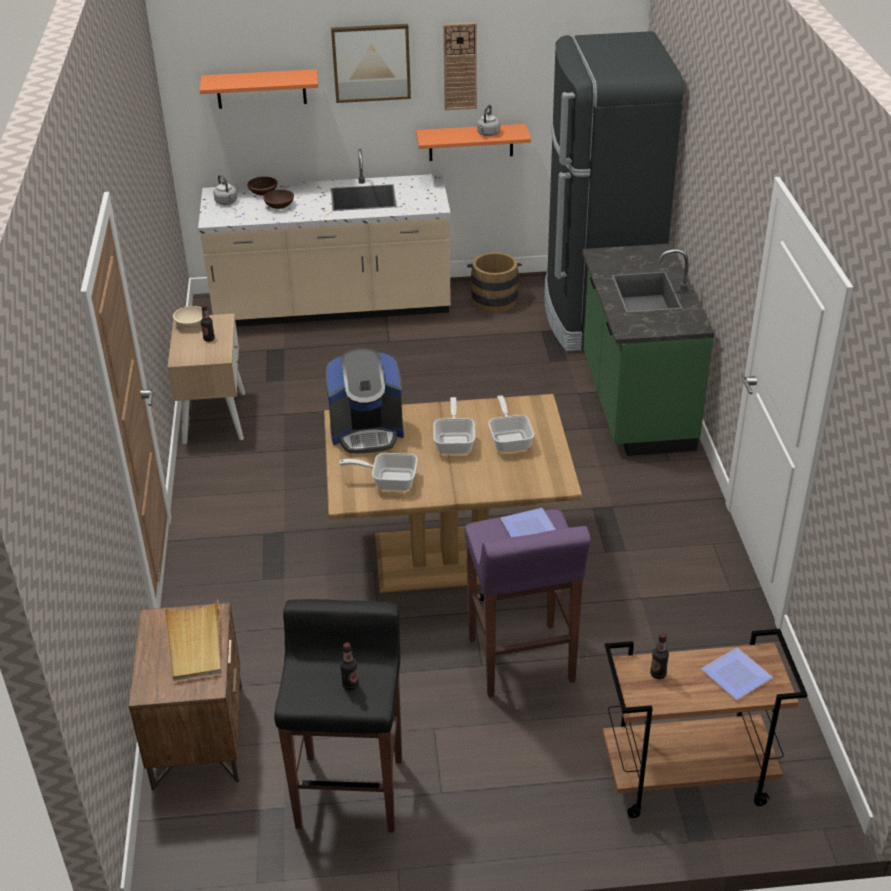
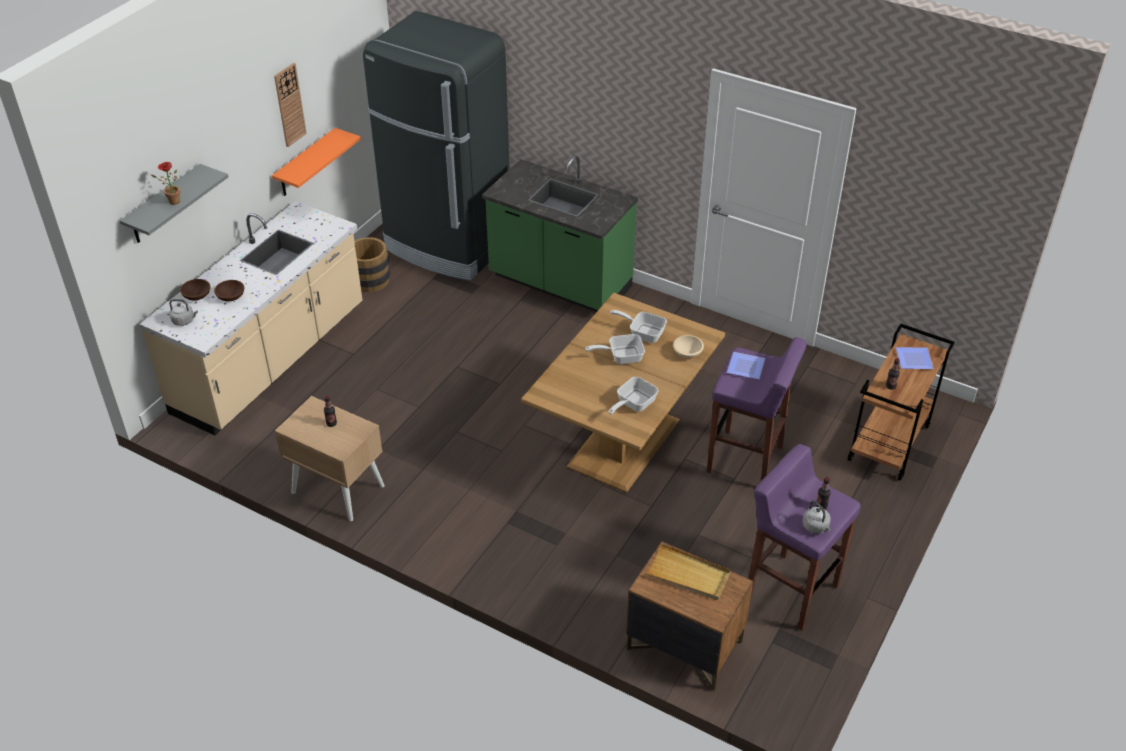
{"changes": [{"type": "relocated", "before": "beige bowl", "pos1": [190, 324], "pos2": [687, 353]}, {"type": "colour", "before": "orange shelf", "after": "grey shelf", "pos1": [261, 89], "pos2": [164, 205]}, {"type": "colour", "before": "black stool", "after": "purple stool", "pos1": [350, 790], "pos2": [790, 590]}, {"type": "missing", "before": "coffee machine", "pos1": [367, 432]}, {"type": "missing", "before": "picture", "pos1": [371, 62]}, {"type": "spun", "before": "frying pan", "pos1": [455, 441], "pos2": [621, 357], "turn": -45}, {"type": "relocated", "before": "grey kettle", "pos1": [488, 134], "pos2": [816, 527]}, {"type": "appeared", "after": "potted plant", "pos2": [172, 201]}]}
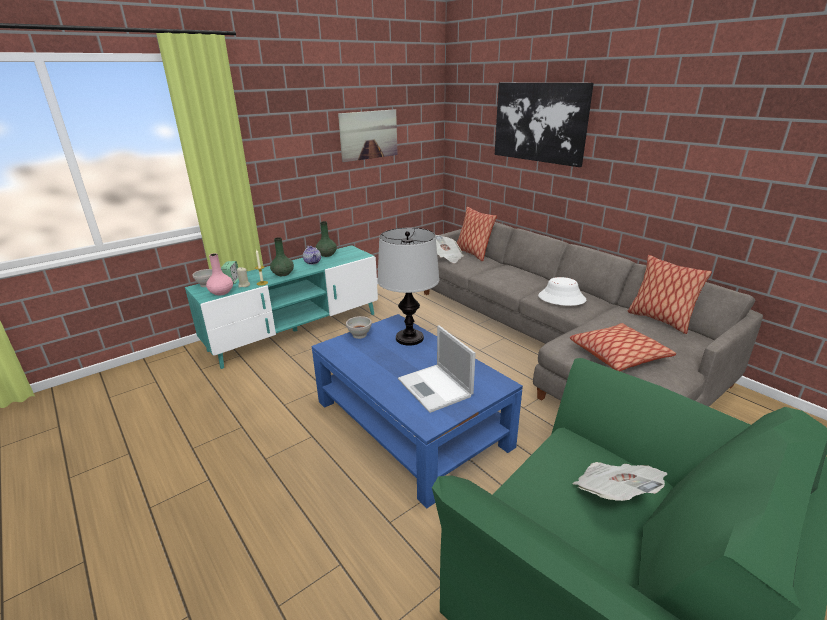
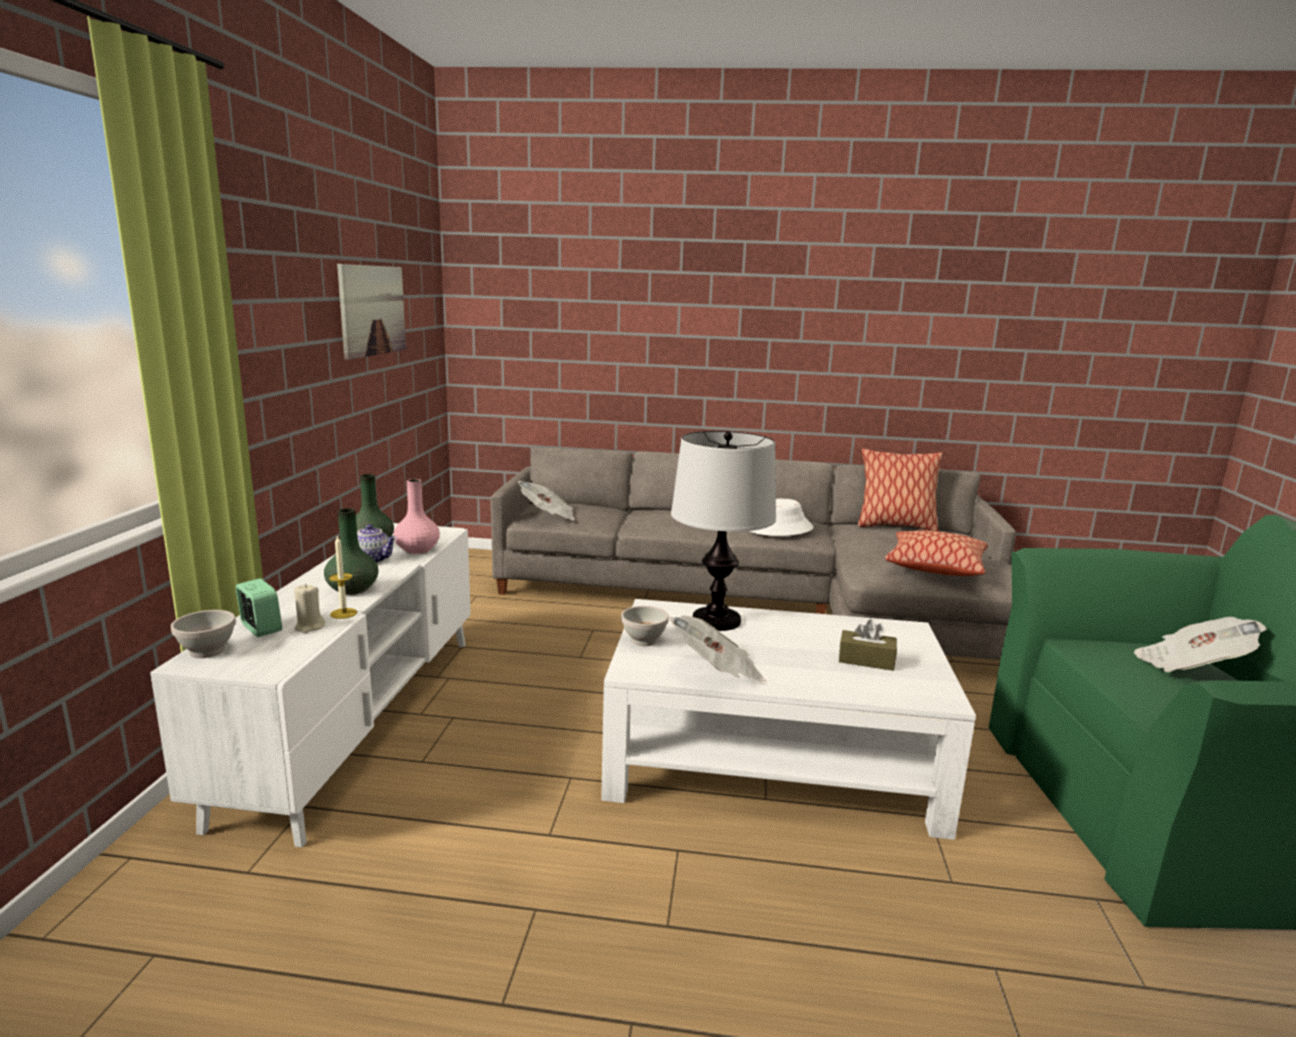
{"changes": [{"type": "colour", "before": "turquoise tv stand", "after": "white tv stand", "pos1": [296, 331], "pos2": [358, 719]}, {"type": "relocated", "before": "pink vase", "pos1": [221, 292], "pos2": [417, 549]}, {"type": "colour", "before": "blue coffee table", "after": "white coffee table", "pos1": [411, 423], "pos2": [772, 759]}, {"type": "exchanged", "before": "laptop", "after": "brown tissue box", "pos1": [435, 388], "pos2": [866, 660]}, {"type": "missing", "before": "pillow", "pos1": [473, 254]}, {"type": "missing", "before": "picture", "pos1": [539, 122]}, {"type": "appeared", "after": "newspaper", "pos2": [717, 672]}]}
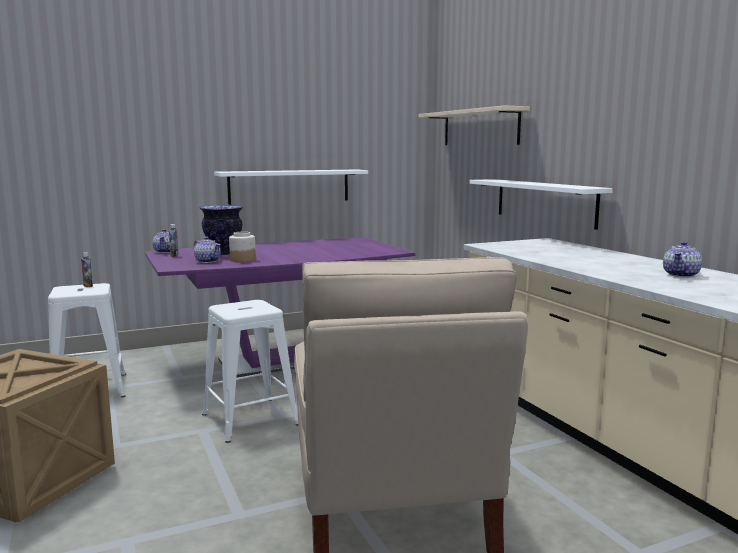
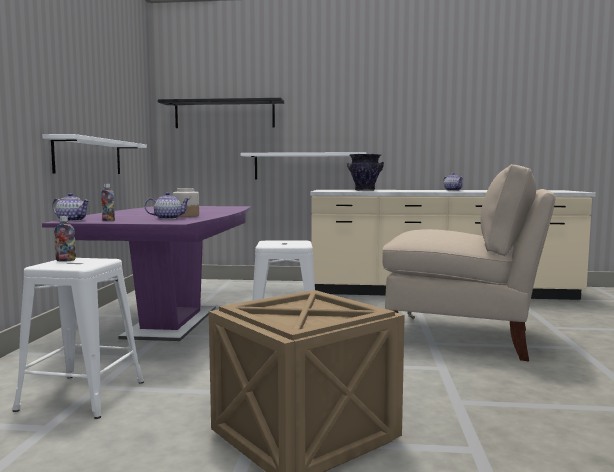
{"changes": [{"type": "relocated", "before": "vase", "pos1": [224, 254], "pos2": [365, 190]}, {"type": "colour", "before": "beige shelf", "after": "black shelf", "pos1": [480, 127], "pos2": [224, 114]}]}
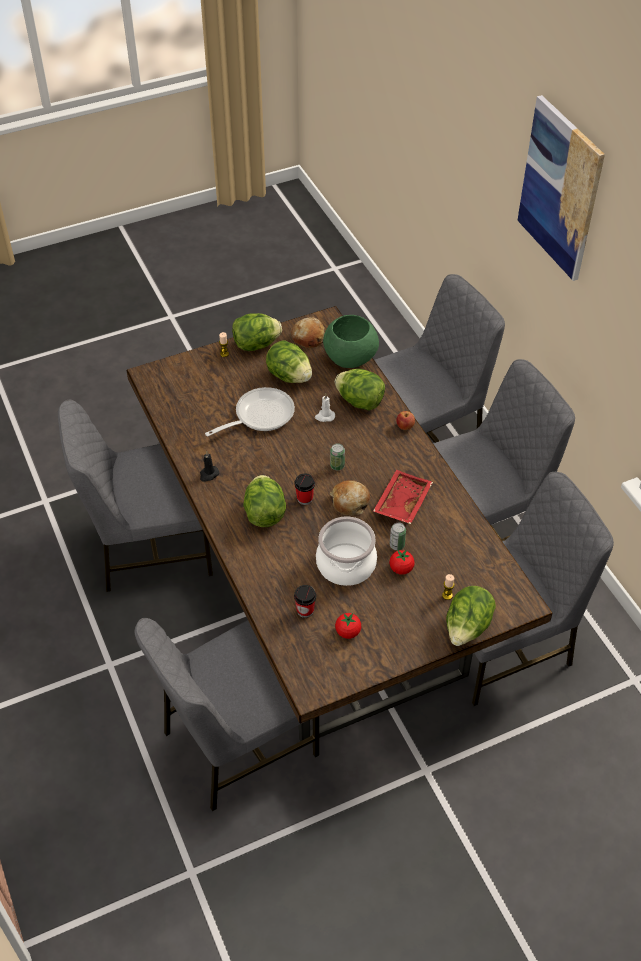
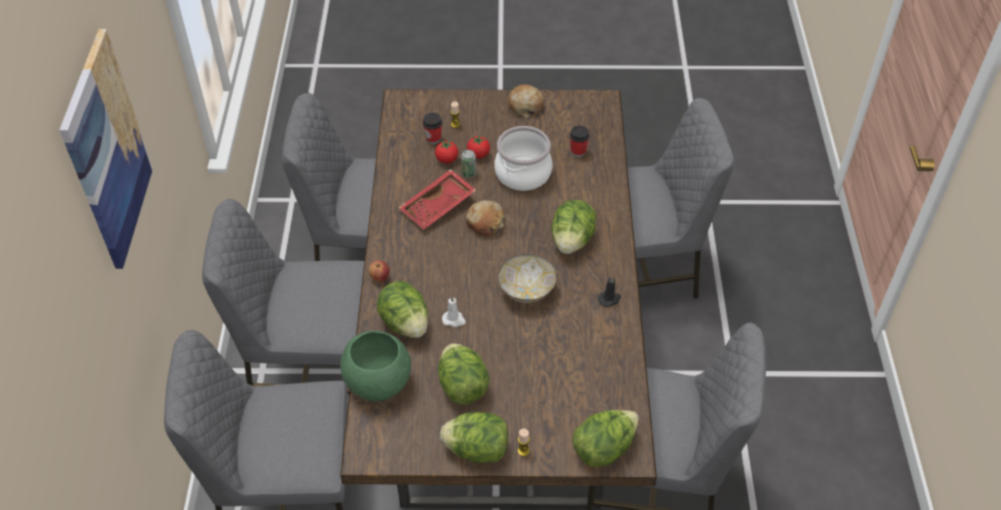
{"changes": [{"type": "missing", "before": "frying pan", "pos1": [259, 415]}, {"type": "relocated", "before": "bread", "pos1": [309, 337], "pos2": [525, 105]}, {"type": "relocated", "before": "cup", "pos1": [305, 498], "pos2": [433, 139]}, {"type": "missing", "before": "can", "pos1": [337, 466]}, {"type": "relocated", "before": "tomato", "pos1": [348, 632], "pos2": [446, 159]}, {"type": "relocated", "before": "lettuce", "pos1": [467, 628], "pos2": [604, 448]}, {"type": "appeared", "after": "bowl", "pos2": [526, 291]}]}
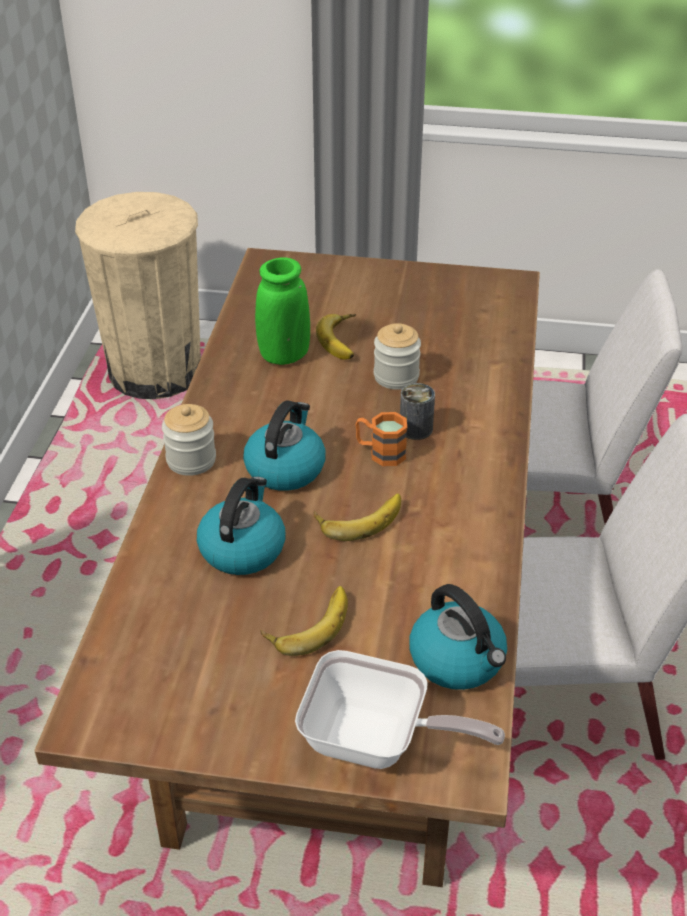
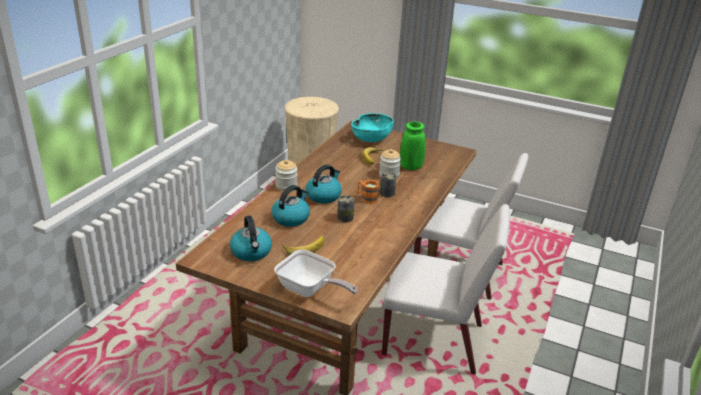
{"changes": [{"type": "relocated", "before": "green vase", "pos1": [284, 356], "pos2": [411, 167]}, {"type": "exchanged", "before": "banana", "after": "can", "pos1": [359, 517], "pos2": [345, 217]}, {"type": "relocated", "before": "kettle", "pos1": [458, 660], "pos2": [251, 252]}, {"type": "appeared", "after": "turquoise bowl", "pos2": [372, 139]}]}
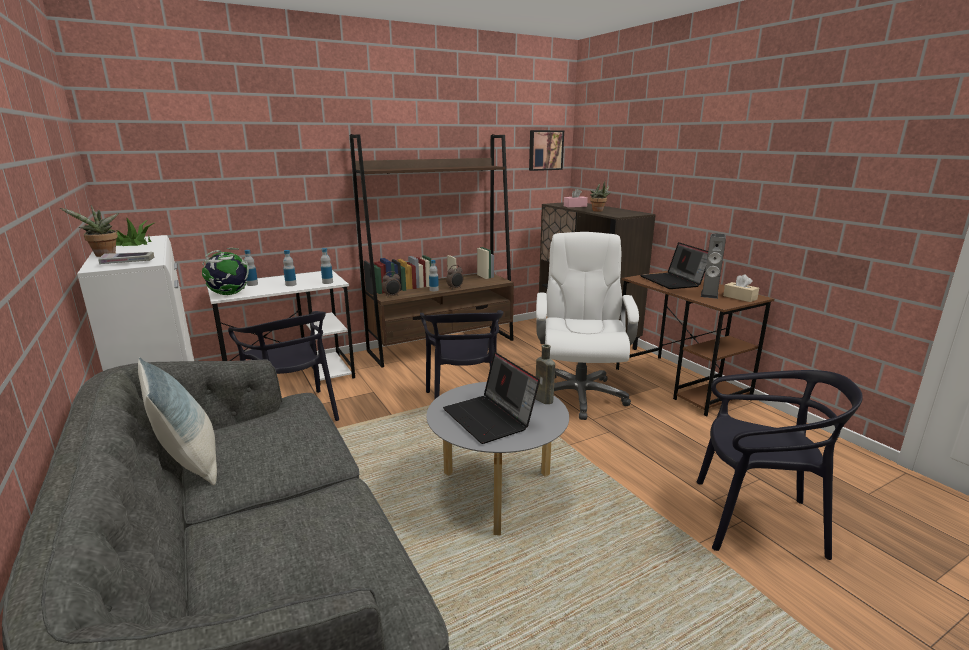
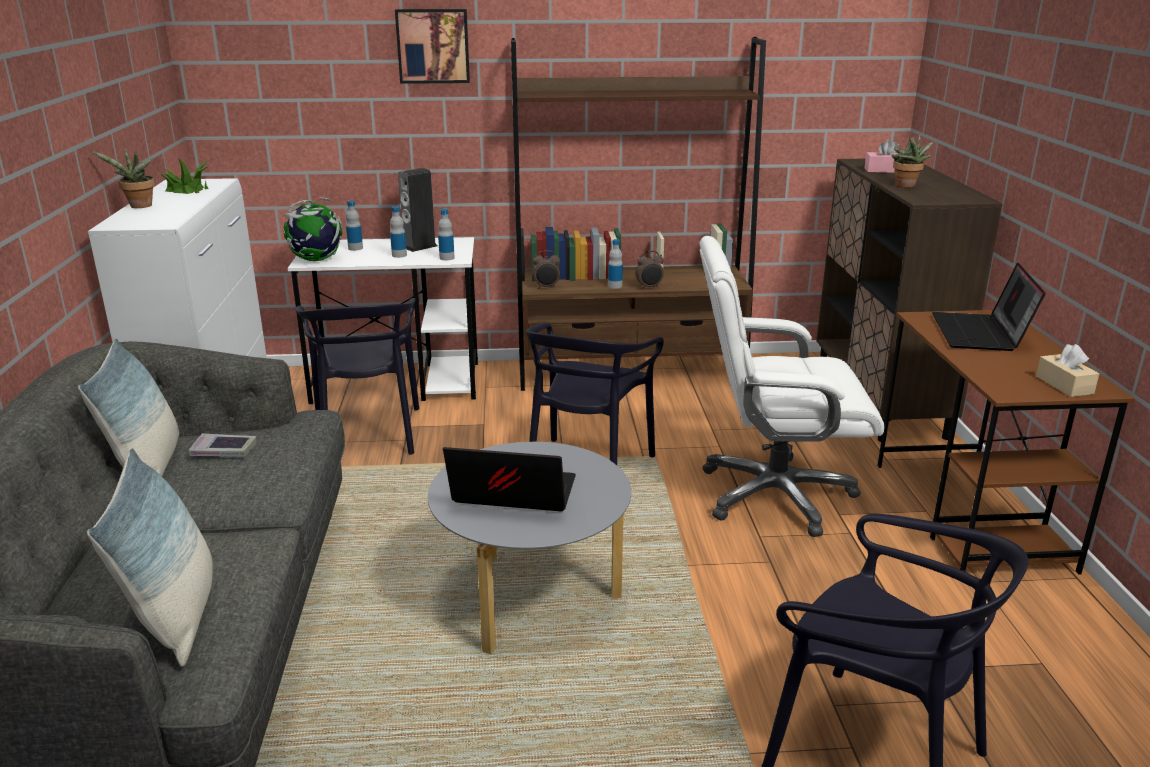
{"changes": [{"type": "relocated", "before": "book", "pos1": [128, 262], "pos2": [223, 451]}, {"type": "spun", "before": "laptop", "pos1": [490, 418], "pos2": [511, 496], "turn": 105}, {"type": "relocated", "before": "picture", "pos1": [545, 150], "pos2": [433, 46]}, {"type": "missing", "before": "brown bottle", "pos1": [545, 400]}, {"type": "spun", "before": "white office chair", "pos1": [579, 395], "pos2": [773, 495], "turn": -120}, {"type": "relocated", "before": "speaker", "pos1": [709, 294], "pos2": [419, 246]}, {"type": "appeared", "after": "pillow", "pos2": [176, 615]}]}
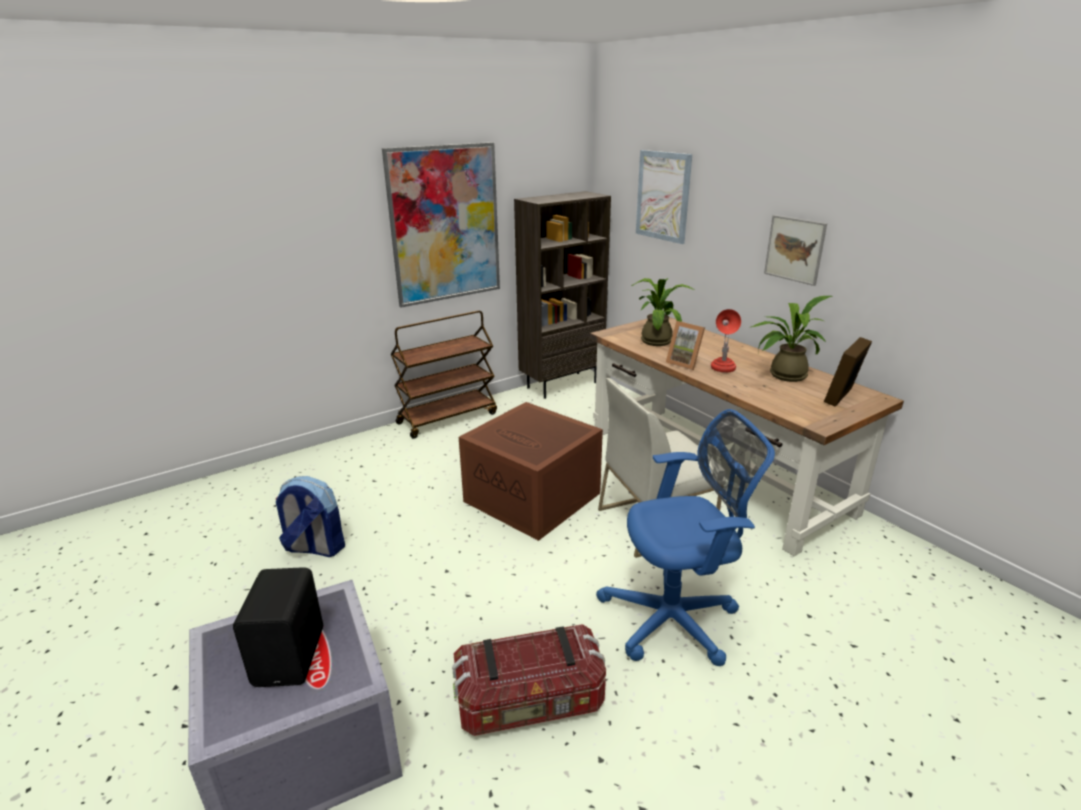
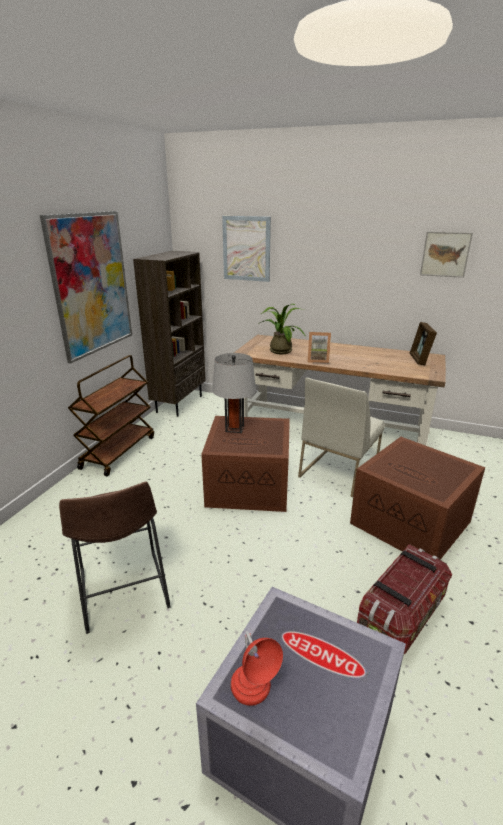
{"changes": [{"type": "missing", "before": "black speaker", "pos1": [292, 656]}, {"type": "exchanged", "before": "backpack", "after": "brown stool", "pos1": [314, 548], "pos2": [123, 594]}, {"type": "exchanged", "before": "blue office chair", "after": "brown storage box", "pos1": [675, 619], "pos2": [412, 522]}, {"type": "relocated", "before": "red table lamp", "pos1": [722, 371], "pos2": [254, 698]}, {"type": "missing", "before": "potted plant", "pos1": [783, 375]}, {"type": "relocated", "before": "picture", "pos1": [794, 249], "pos2": [445, 254]}, {"type": "appeared", "after": "grey table lamp", "pos2": [234, 428]}]}
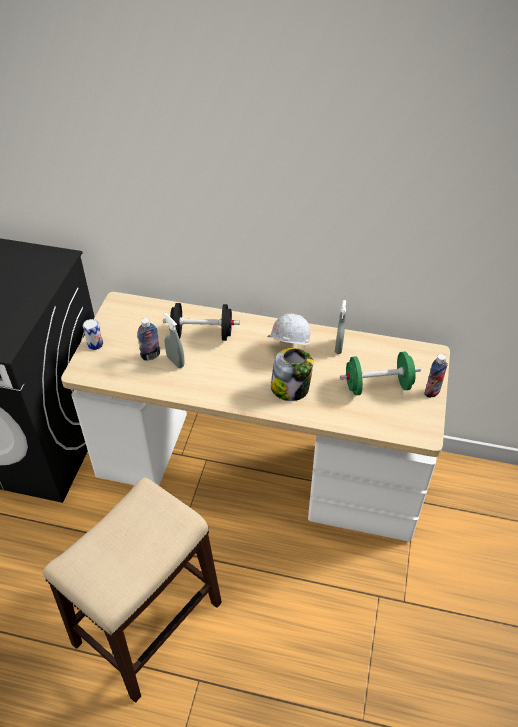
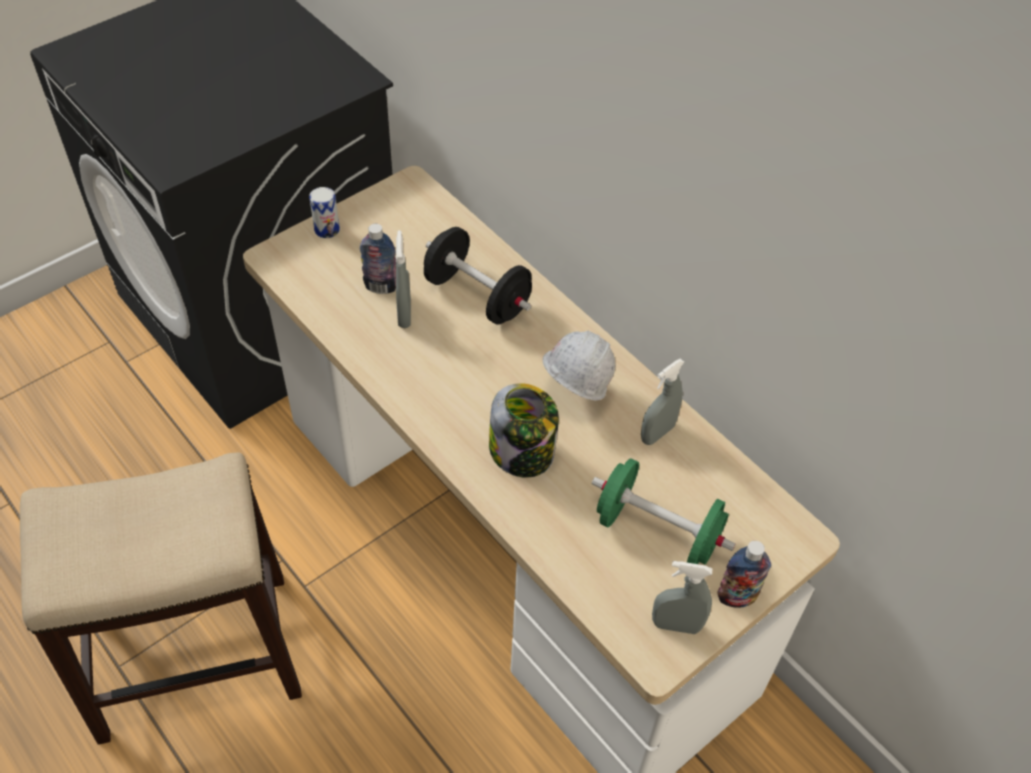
{"changes": [{"type": "appeared", "after": "grey spray bottle", "pos2": [676, 625]}]}
